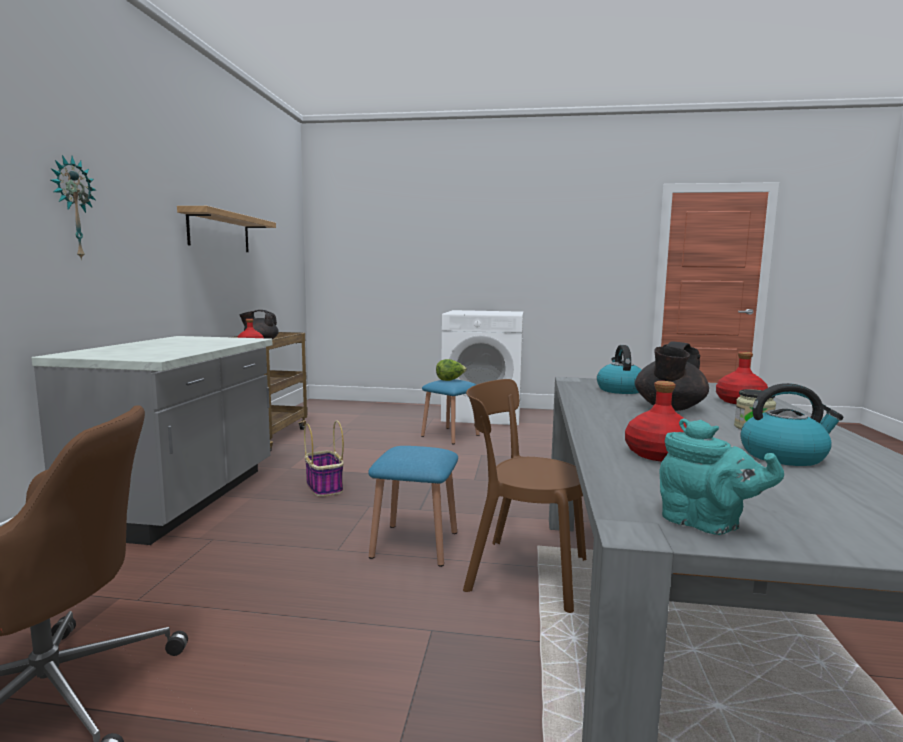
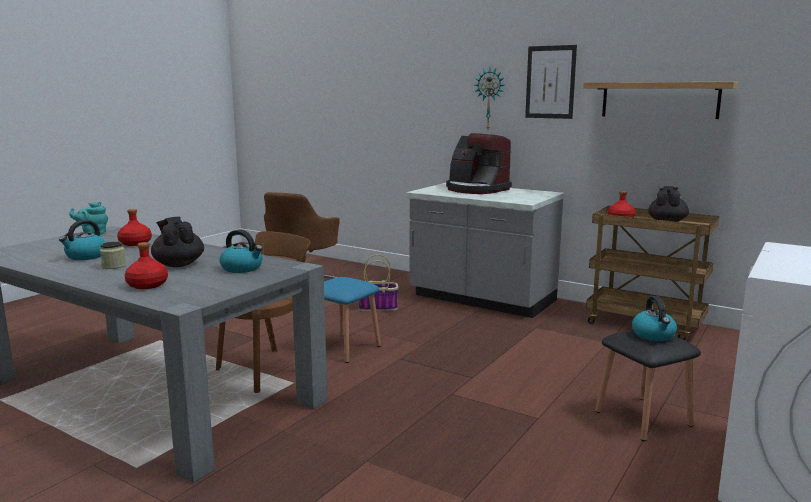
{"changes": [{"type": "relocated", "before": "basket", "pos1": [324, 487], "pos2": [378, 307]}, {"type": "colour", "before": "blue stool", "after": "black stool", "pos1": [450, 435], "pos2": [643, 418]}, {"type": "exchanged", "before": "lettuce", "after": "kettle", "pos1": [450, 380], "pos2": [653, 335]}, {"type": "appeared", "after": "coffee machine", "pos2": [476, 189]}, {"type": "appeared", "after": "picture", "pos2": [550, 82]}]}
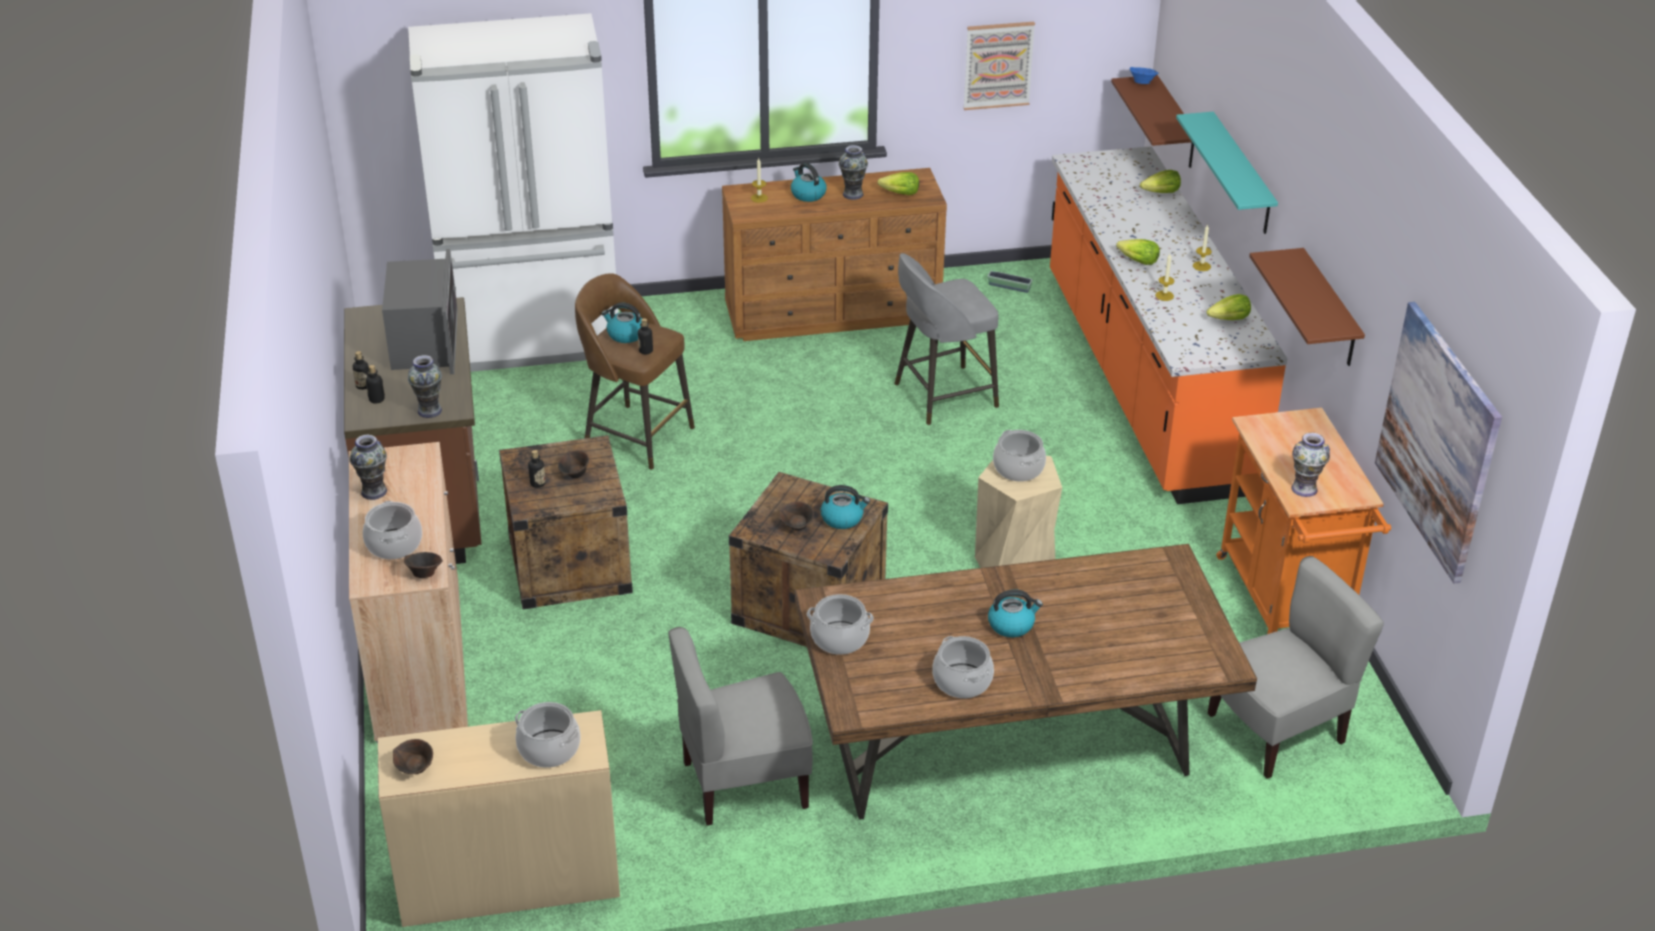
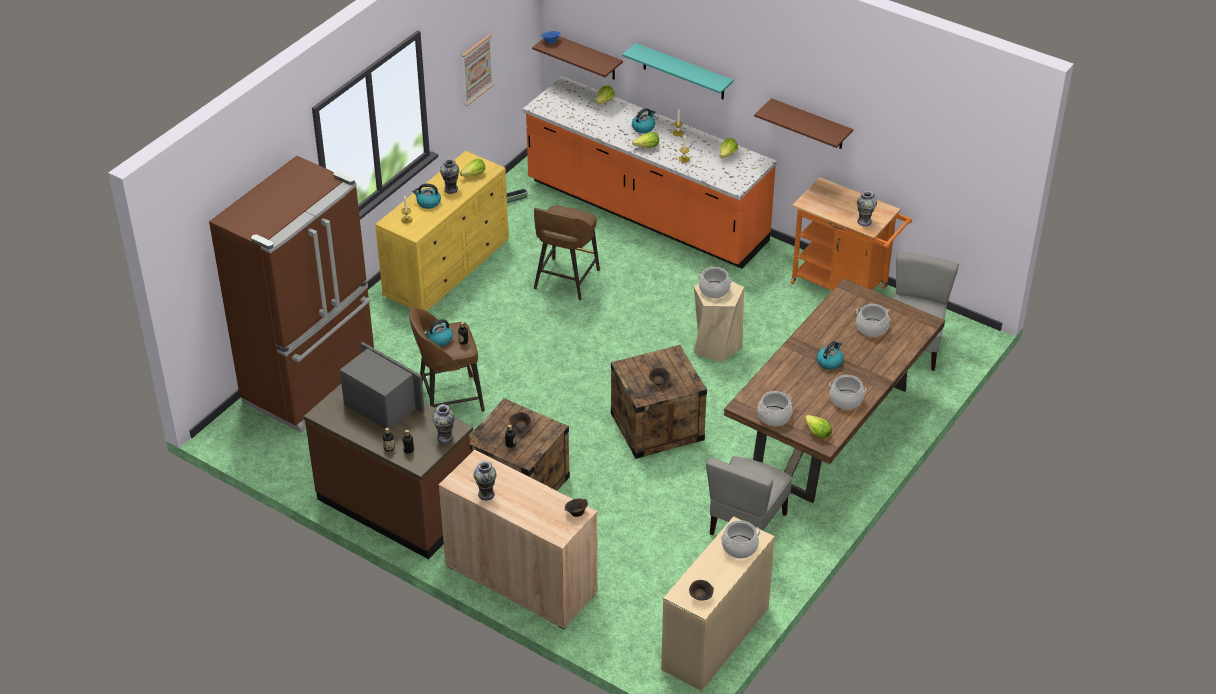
{"changes": [{"type": "relocated", "before": "cooking pot", "pos1": [394, 544], "pos2": [872, 327]}, {"type": "colour", "before": "white fridge", "after": "brown fridge", "pos1": [533, 341], "pos2": [312, 384]}, {"type": "colour", "before": "brown dresser", "after": "yellow dresser", "pos1": [834, 313], "pos2": [447, 268]}, {"type": "relocated", "before": "kettle", "pos1": [843, 518], "pos2": [643, 127]}, {"type": "colour", "before": "grey stool", "after": "brown stool", "pos1": [942, 396], "pos2": [565, 280]}, {"type": "missing", "before": "picture", "pos1": [1437, 441]}, {"type": "appeared", "after": "lettuce", "pos2": [817, 432]}]}
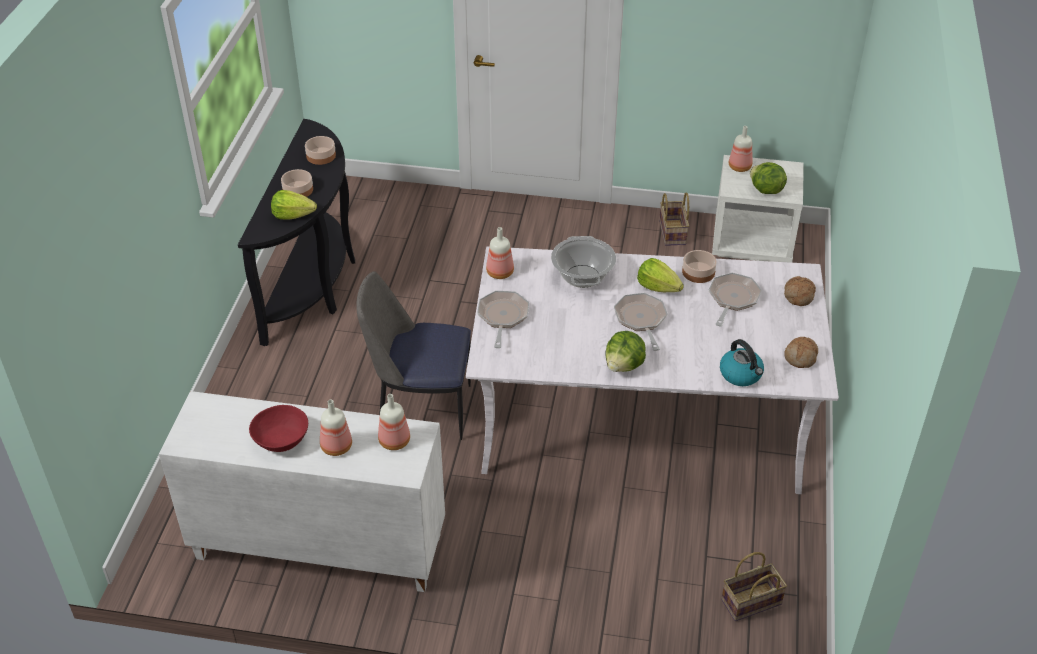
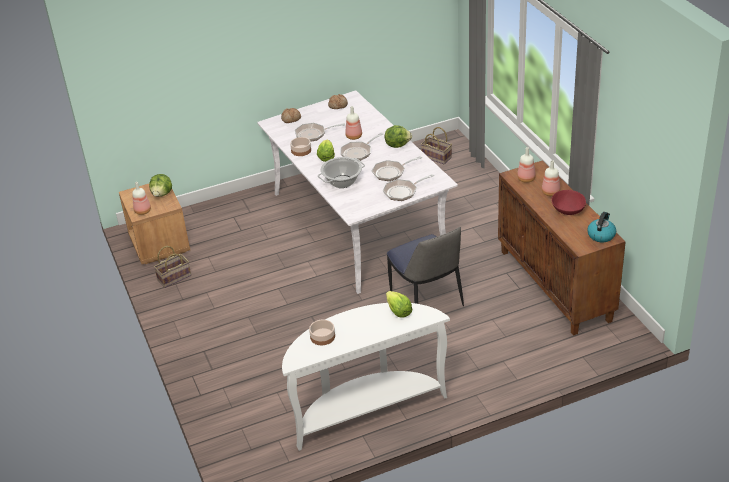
{"changes": [{"type": "colour", "before": "white cabinet", "after": "brown cabinet", "pos1": [317, 548], "pos2": [556, 285]}, {"type": "colour", "before": "black console table", "after": "white console table", "pos1": [315, 284], "pos2": [365, 409]}, {"type": "missing", "before": "bowl", "pos1": [298, 190]}, {"type": "relocated", "before": "bottle", "pos1": [499, 272], "pos2": [354, 137]}, {"type": "colour", "before": "white nightstand", "after": "brown nightstand", "pos1": [753, 241], "pos2": [159, 244]}, {"type": "relocated", "before": "kettle", "pos1": [741, 374], "pos2": [601, 235]}, {"type": "appeared", "after": "frying pan", "pos2": [391, 172]}]}
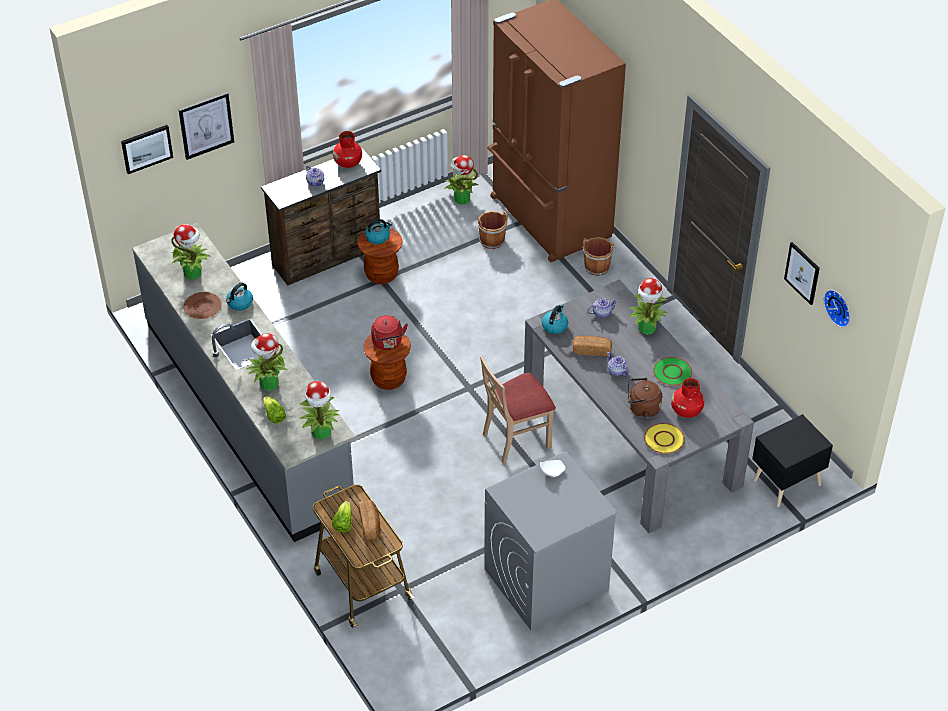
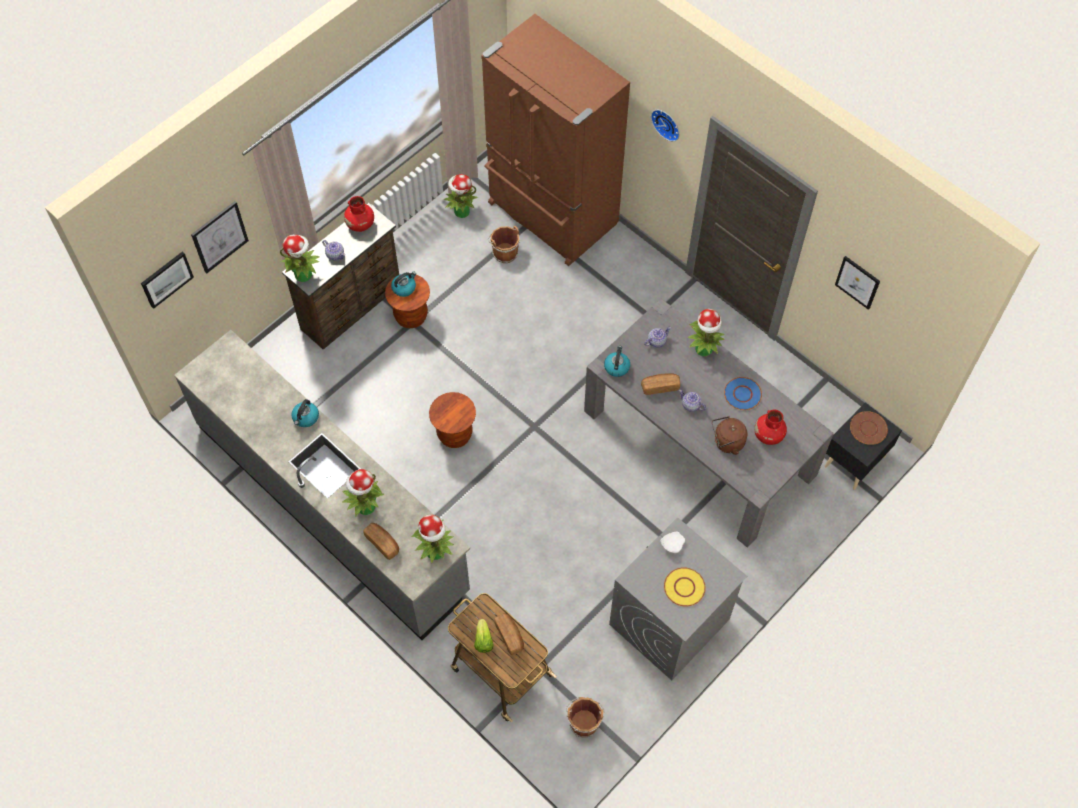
{"changes": [{"type": "relocated", "before": "potted plant", "pos1": [193, 273], "pos2": [304, 274]}, {"type": "relocated", "before": "brown plate", "pos1": [202, 306], "pos2": [868, 428]}, {"type": "exchanged", "before": "lettuce", "after": "bread", "pos1": [274, 415], "pos2": [382, 543]}, {"type": "missing", "before": "red kettle", "pos1": [388, 343]}, {"type": "missing", "before": "beige chair", "pos1": [516, 439]}, {"type": "relocated", "before": "brown bucket", "pos1": [597, 266], "pos2": [584, 721]}, {"type": "relocated", "before": "yellow plate", "pos1": [664, 439], "pos2": [684, 587]}, {"type": "colour", "before": "green plate", "after": "blue plate", "pos1": [672, 372], "pos2": [742, 394]}, {"type": "relocated", "before": "wall clock", "pos1": [839, 307], "pos2": [667, 123]}]}
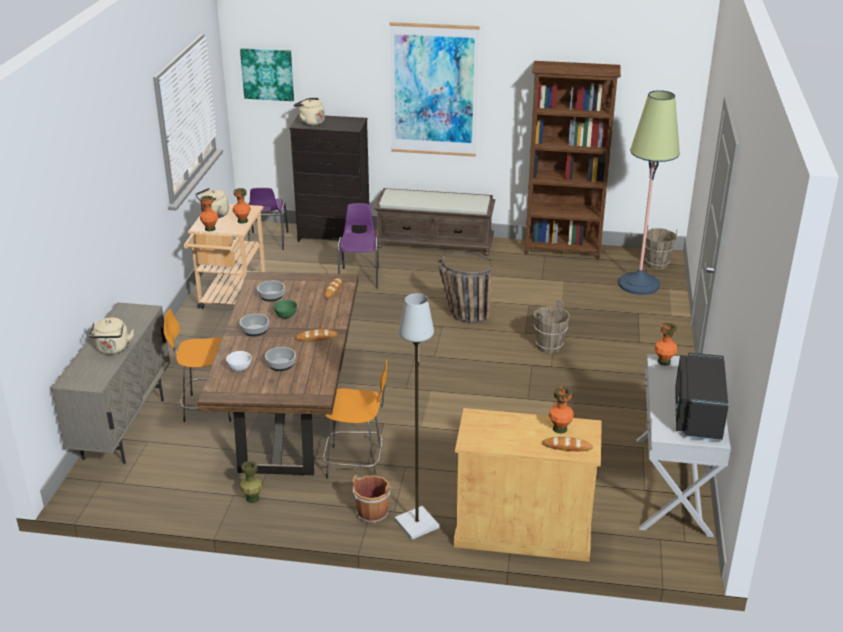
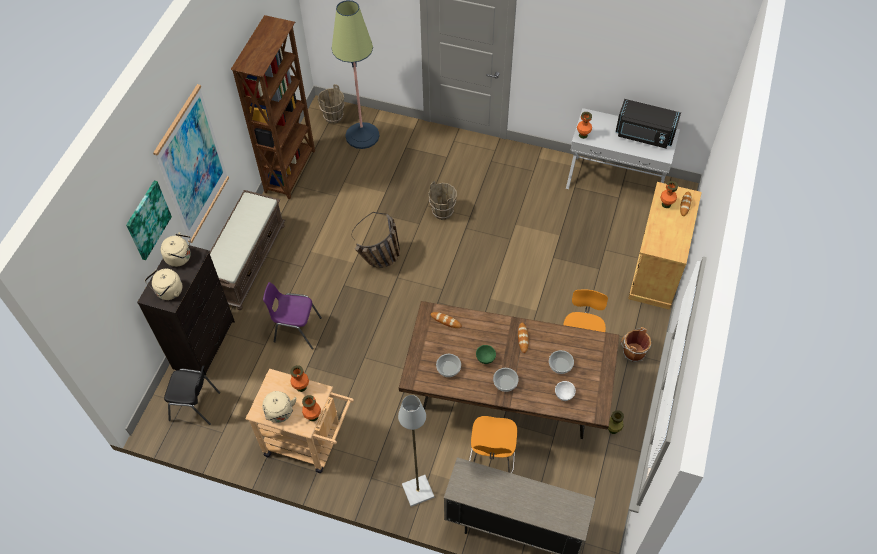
{"changes": [{"type": "relocated", "before": "beige kettle", "pos1": [112, 349], "pos2": [180, 257]}, {"type": "relocated", "before": "picture", "pos1": [267, 74], "pos2": [147, 220]}, {"type": "colour", "before": "purple chair", "after": "black chair", "pos1": [268, 242], "pos2": [196, 406]}, {"type": "relocated", "before": "grey floor lamp", "pos1": [417, 524], "pos2": [418, 490]}]}
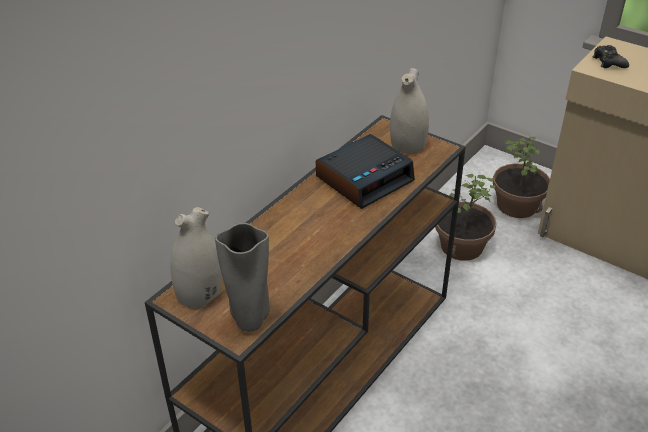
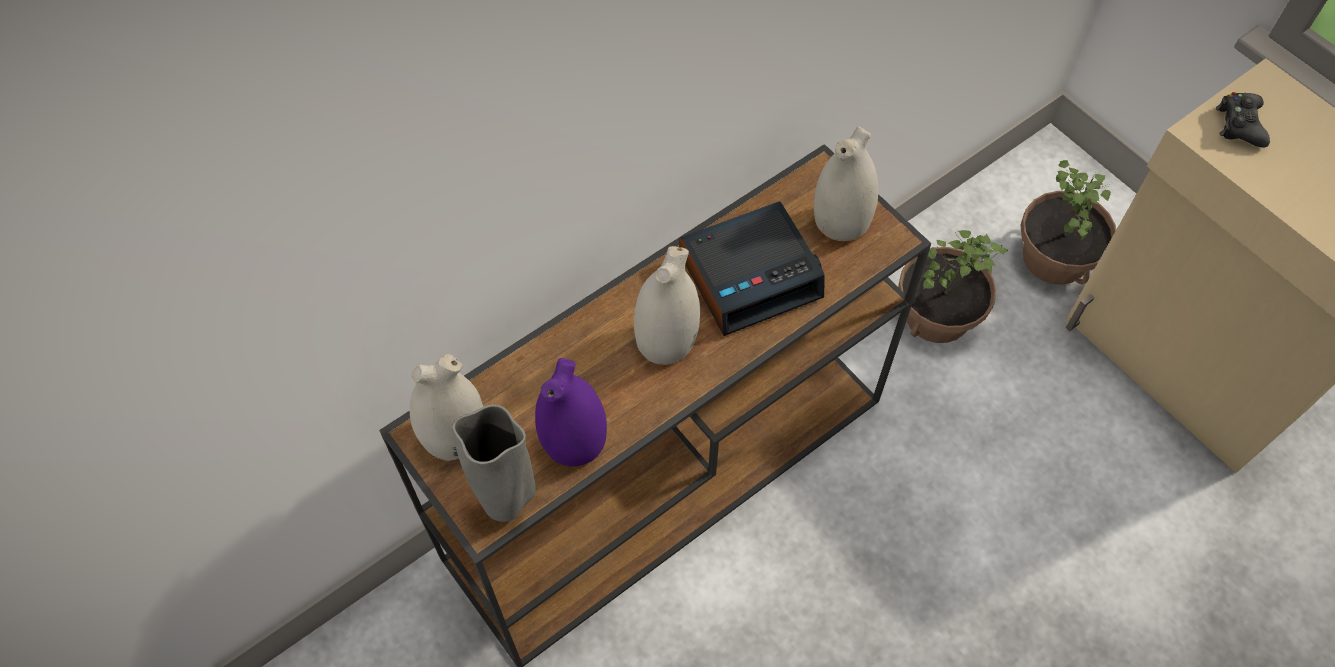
{"changes": [{"type": "appeared", "after": "purple vase", "pos2": [574, 442]}, {"type": "appeared", "after": "white vase", "pos2": [667, 340]}]}
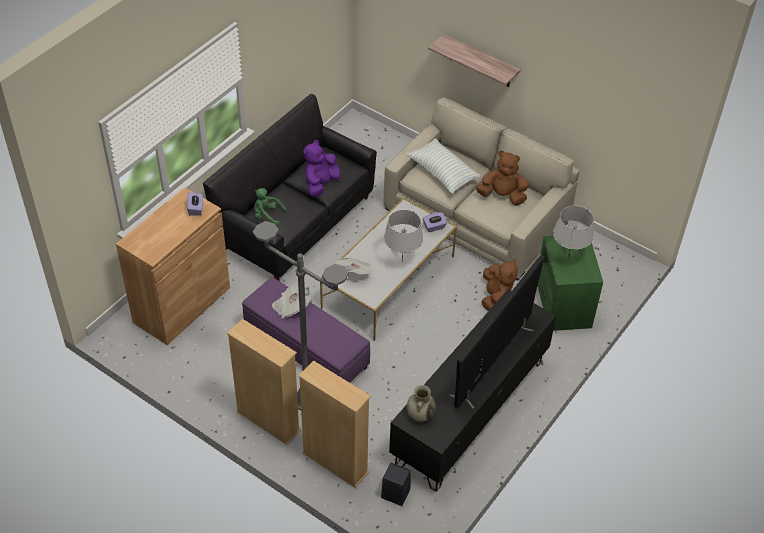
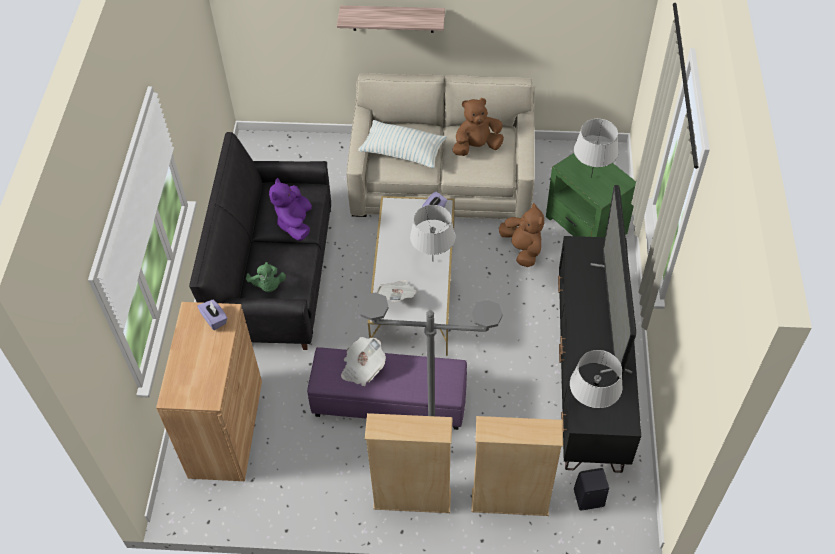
{"changes": [{"type": "spun", "before": "green plush toy", "pos1": [267, 216], "pos2": [268, 285], "turn": -105}, {"type": "exchanged", "before": "beige vase", "after": "grey table lamp", "pos1": [420, 415], "pos2": [590, 408]}]}
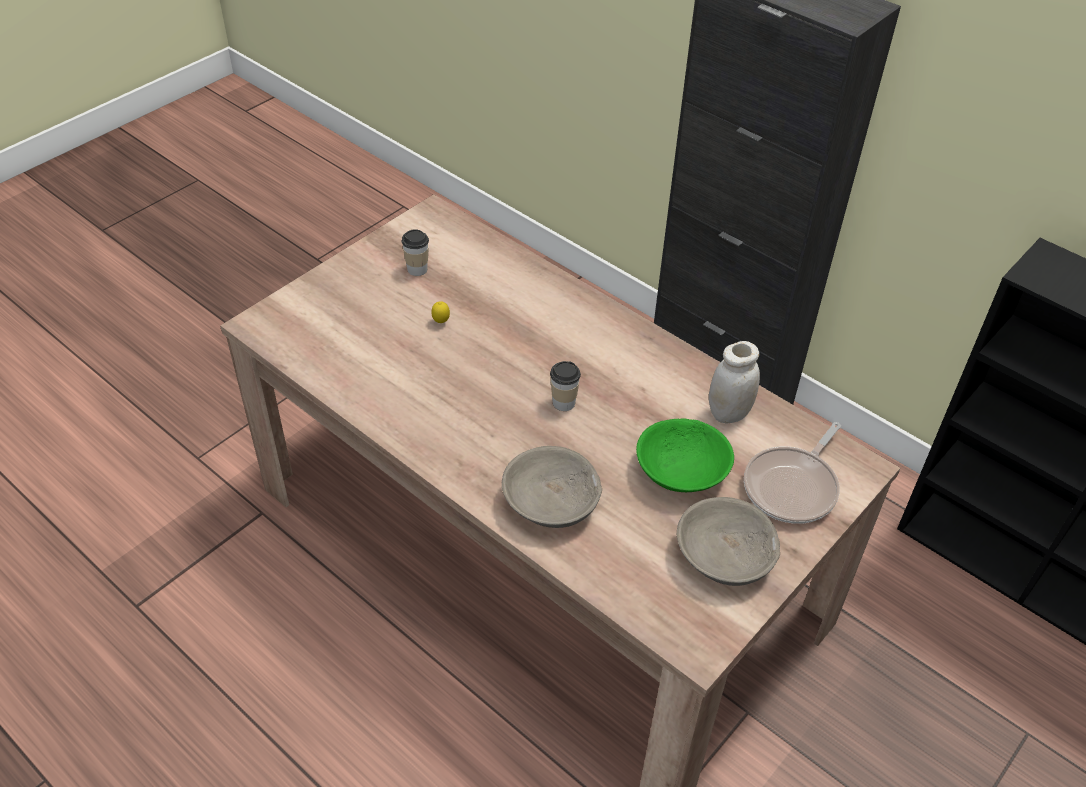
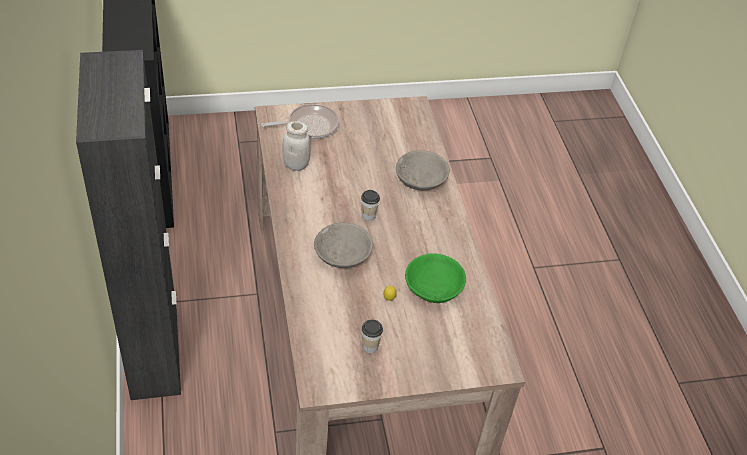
{"changes": [{"type": "relocated", "before": "green bowl", "pos1": [681, 471], "pos2": [433, 287]}, {"type": "relocated", "before": "grey bowl", "pos1": [724, 555], "pos2": [342, 255]}]}
